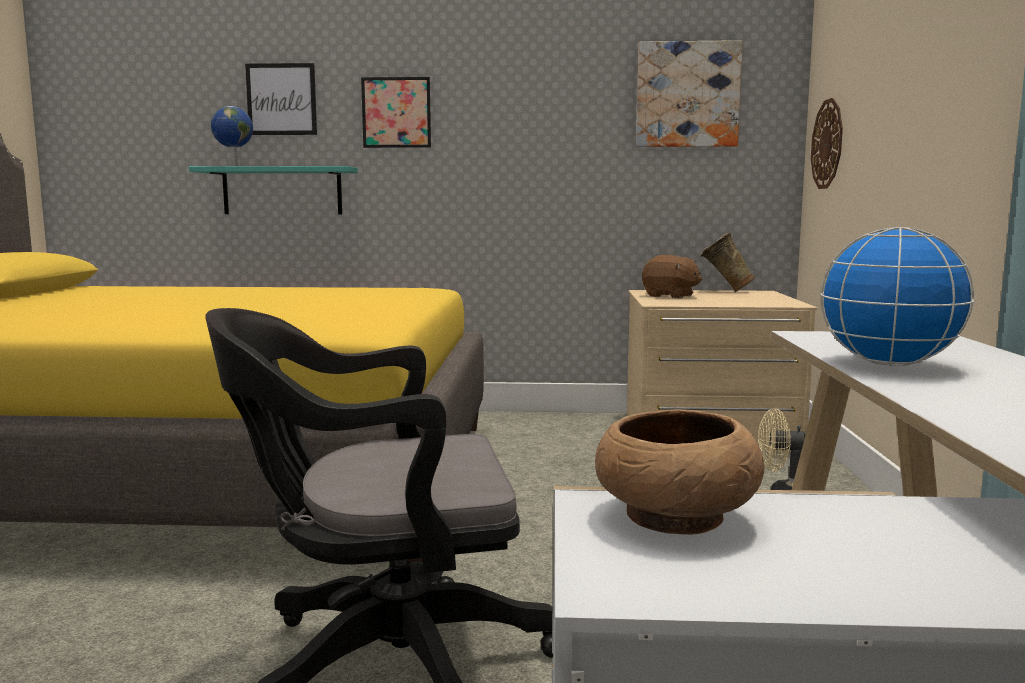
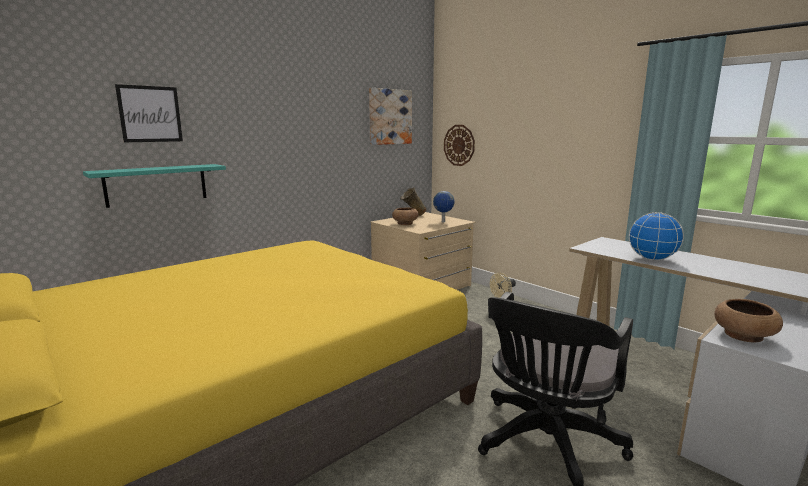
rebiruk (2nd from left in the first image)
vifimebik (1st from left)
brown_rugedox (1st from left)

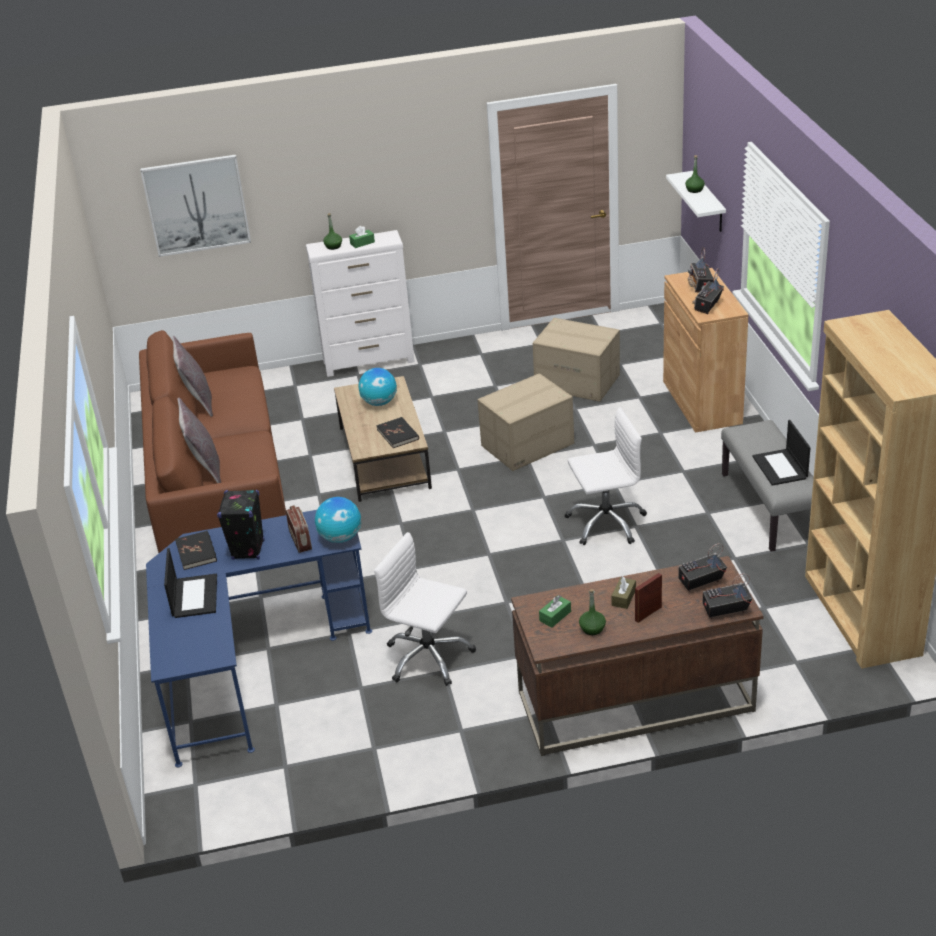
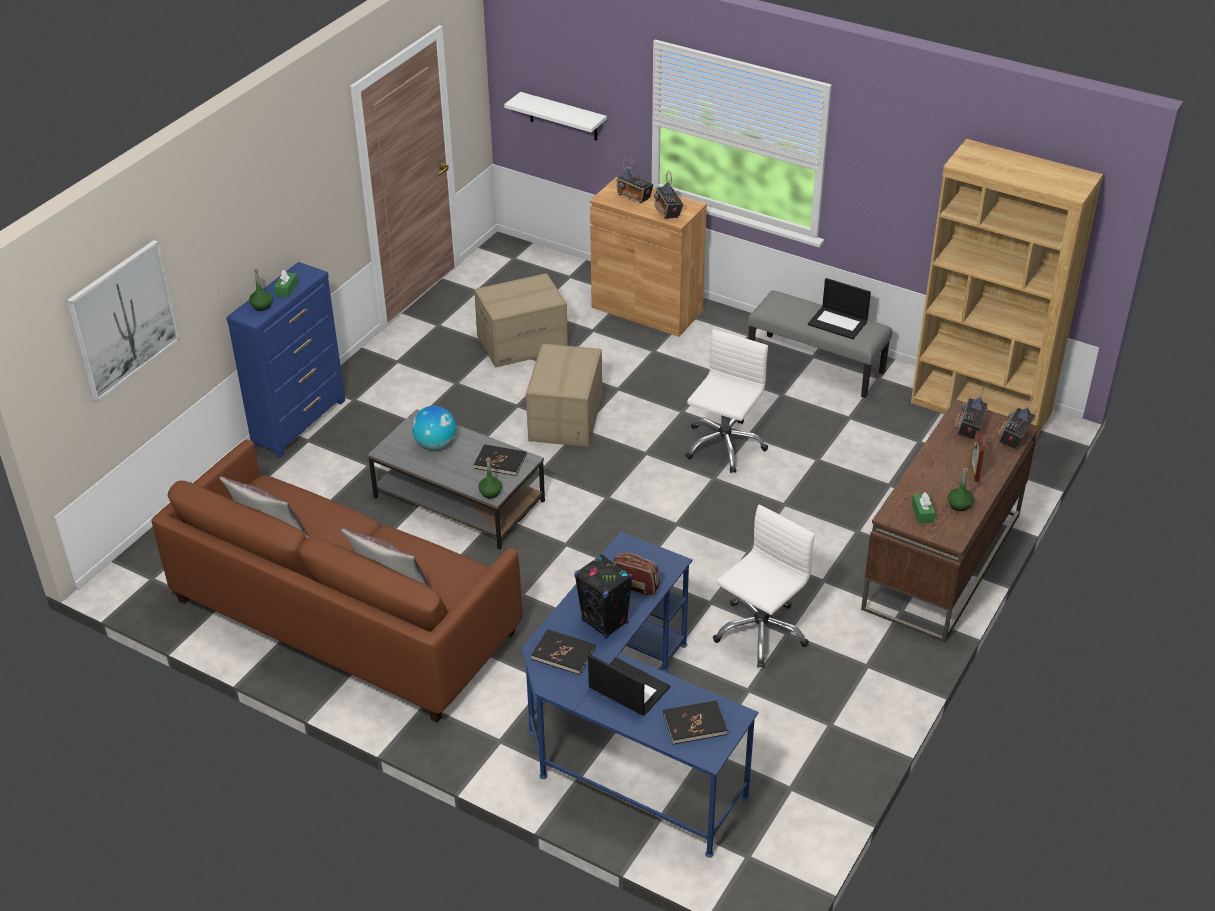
vifimebik (1st from left in the first image)
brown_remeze
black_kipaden (3rd from left)
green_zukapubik (2nd from left)
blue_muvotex
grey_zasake
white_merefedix (2nd from left)

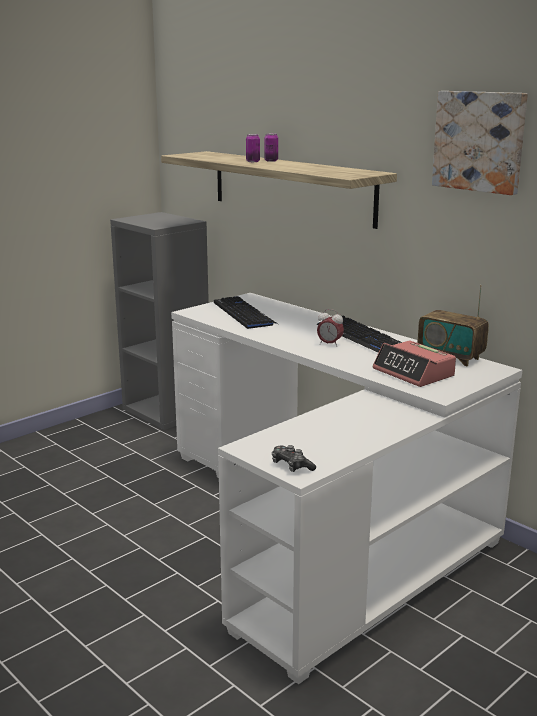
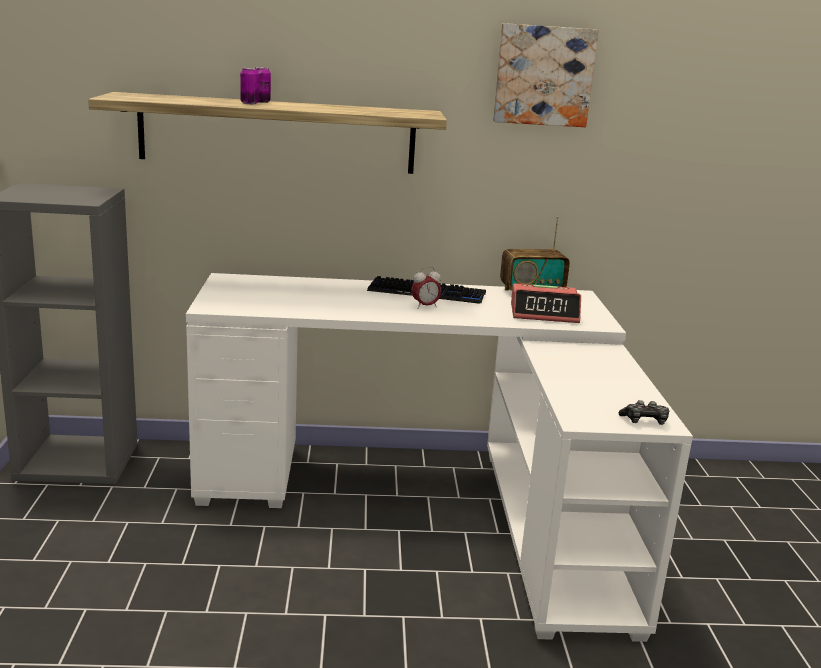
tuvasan (1st from left in the first image)

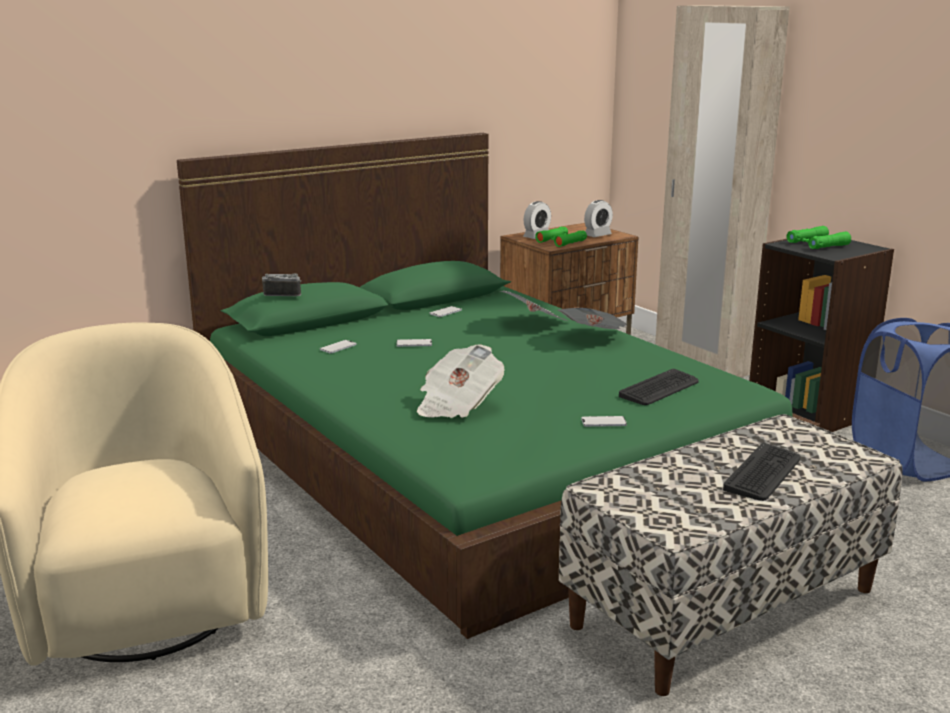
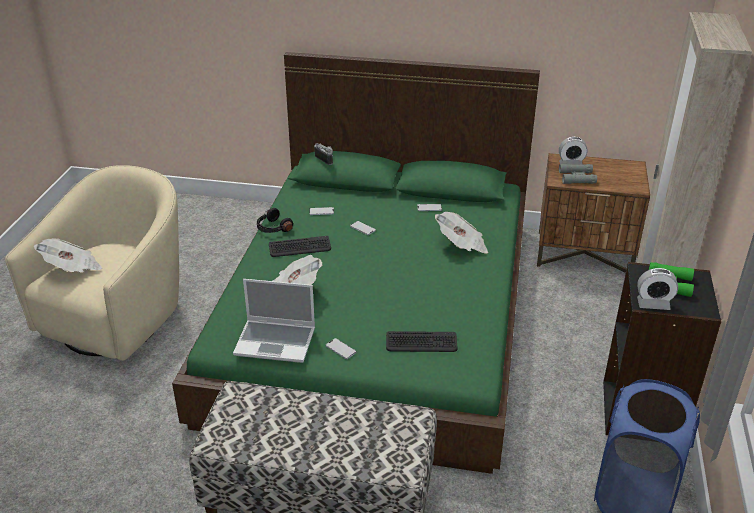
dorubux
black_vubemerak
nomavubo (1st from left)
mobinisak (2nd from left)
tuvasan (1st from left)
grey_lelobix

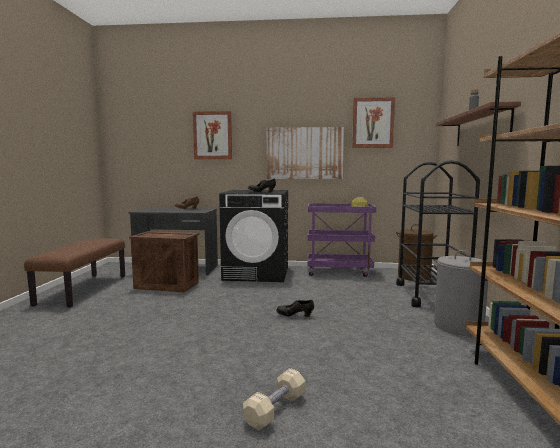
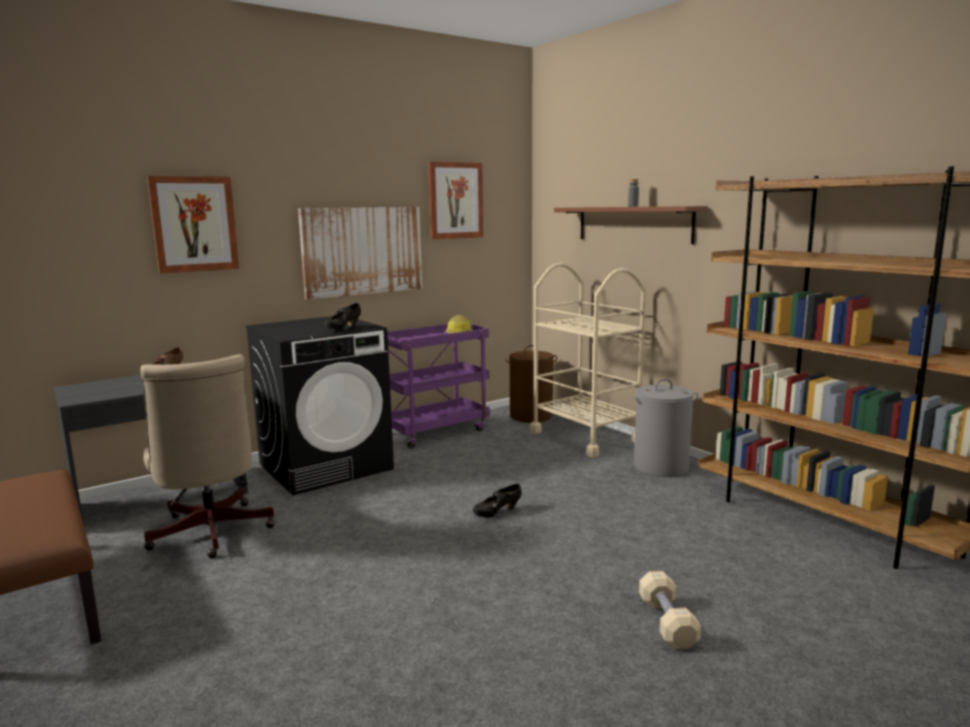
beige_merefedix
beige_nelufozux

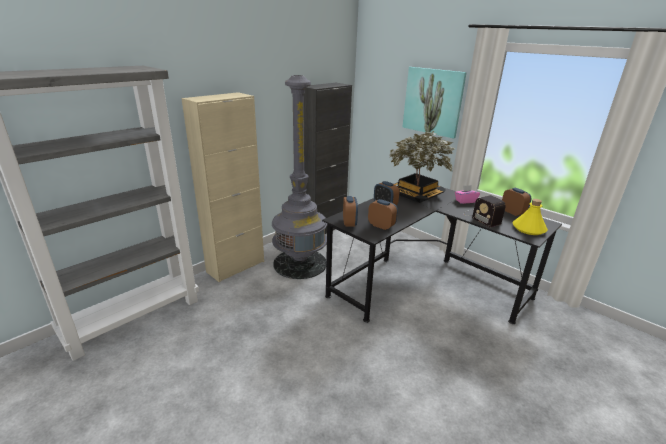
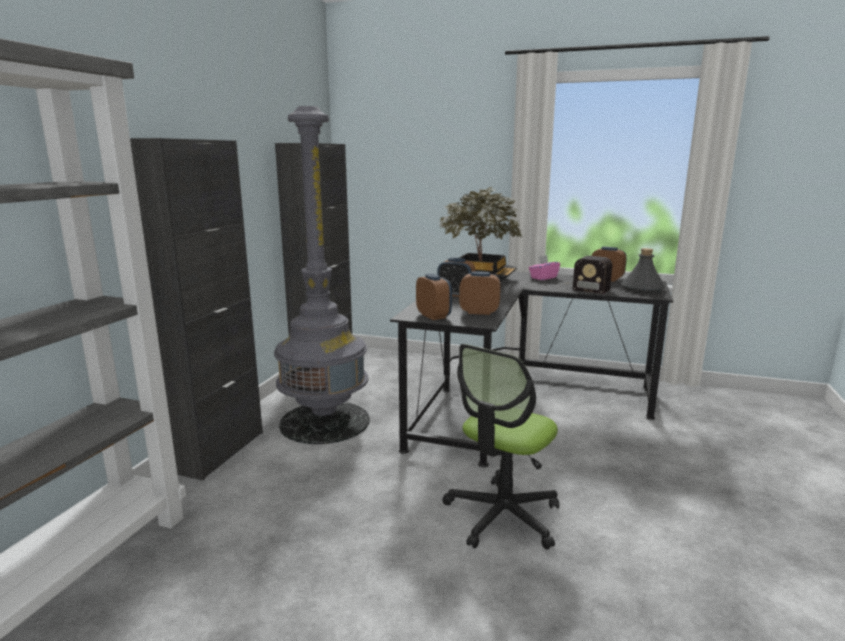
rebiruk
merefedix
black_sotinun (1st from left)
grey_zukapubik

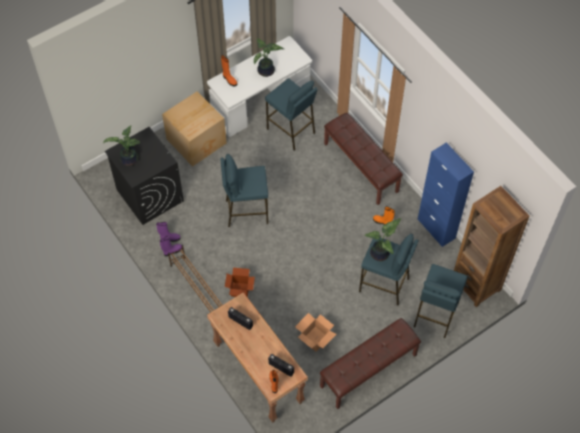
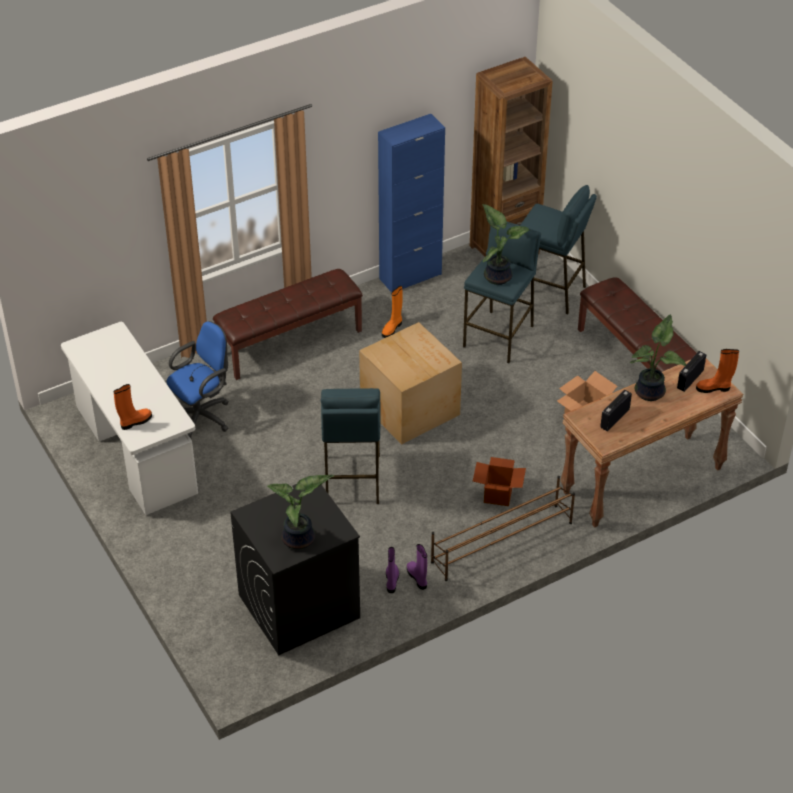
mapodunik (1st from left)
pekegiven (3rd from left)
blue_merefedix

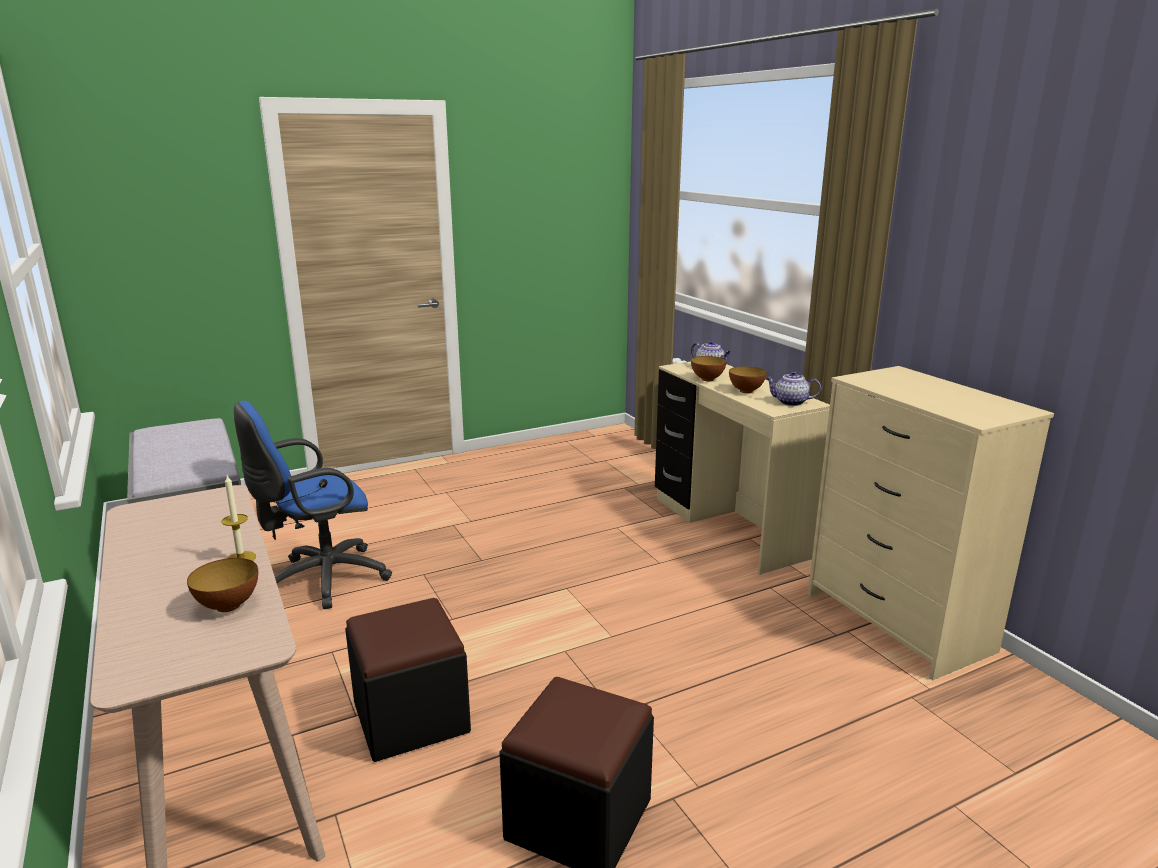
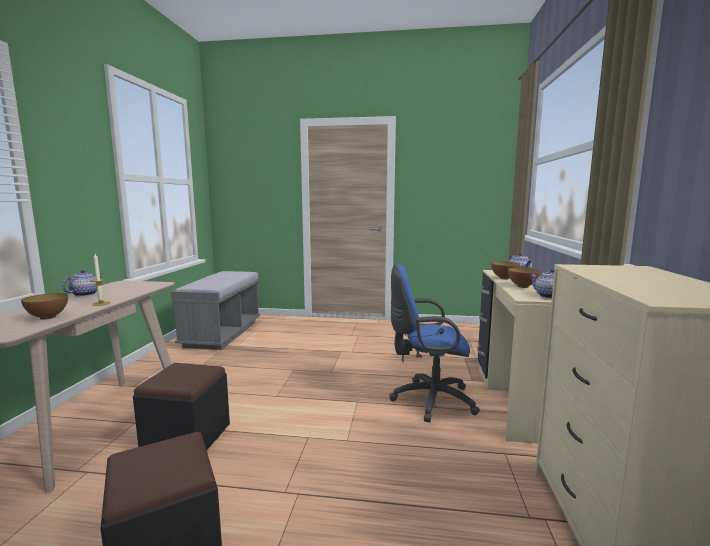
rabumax (1st from left)
blue_merefedix

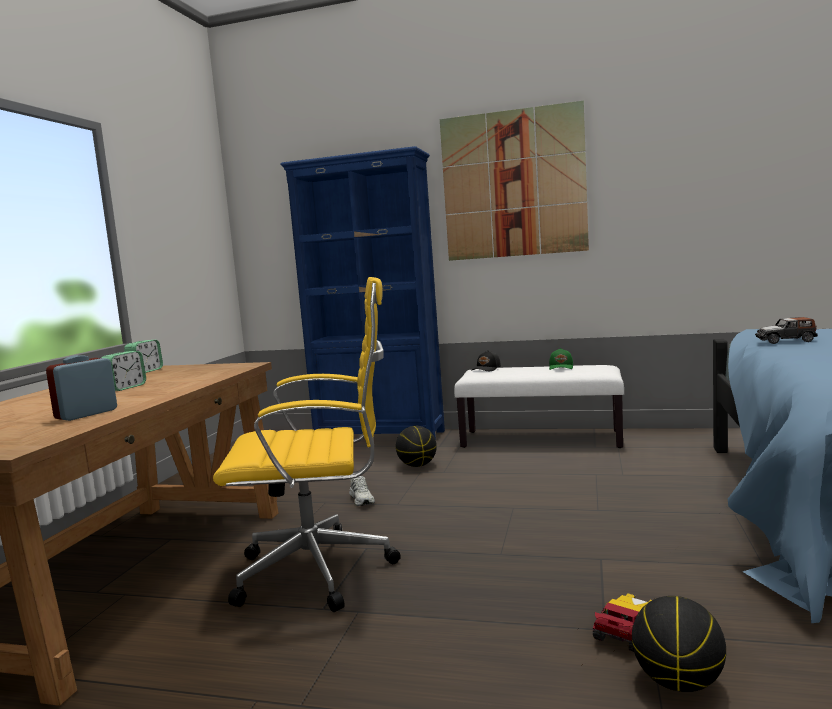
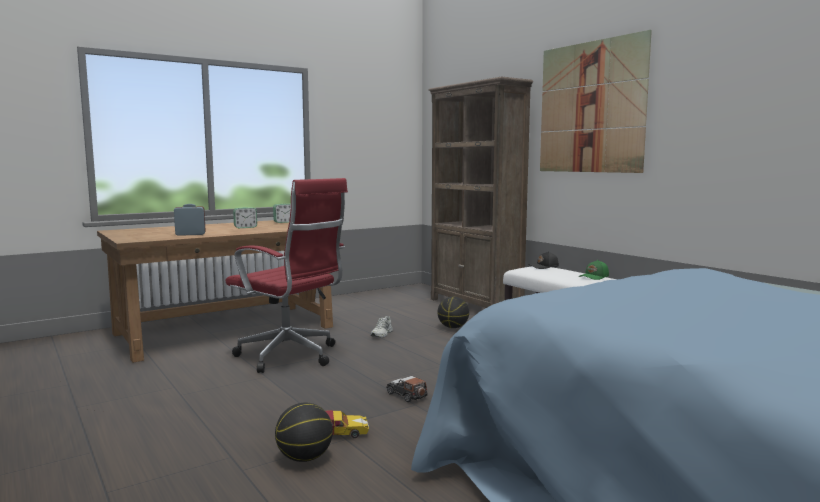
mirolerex (2nd from left)
red_merefedix
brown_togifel

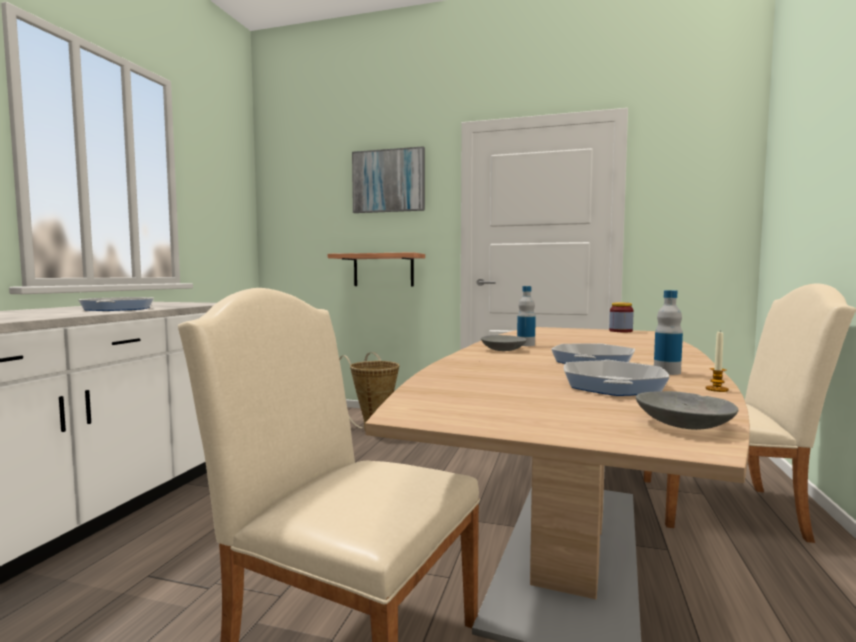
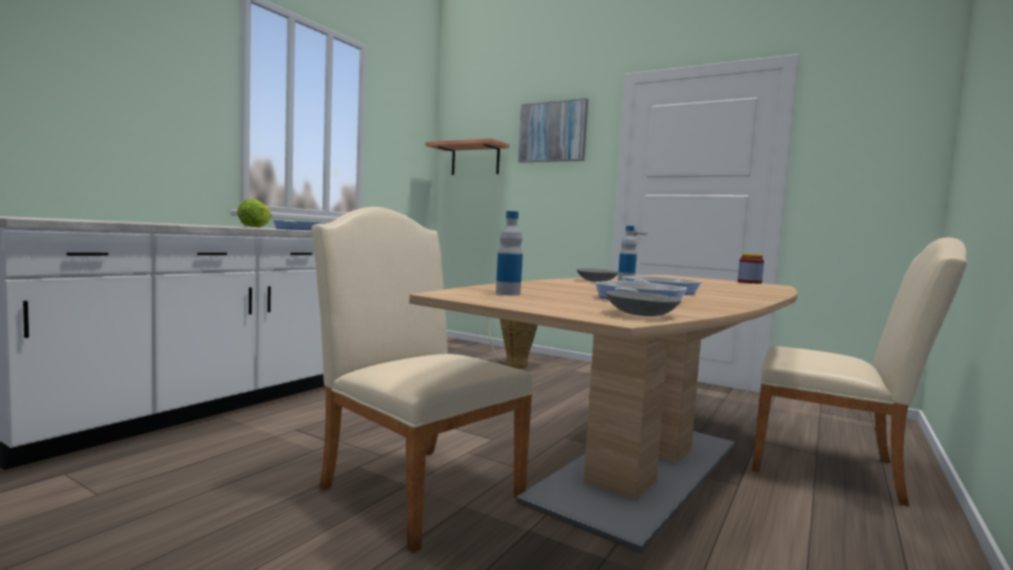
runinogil
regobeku
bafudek
zukapubik (1st from left)

